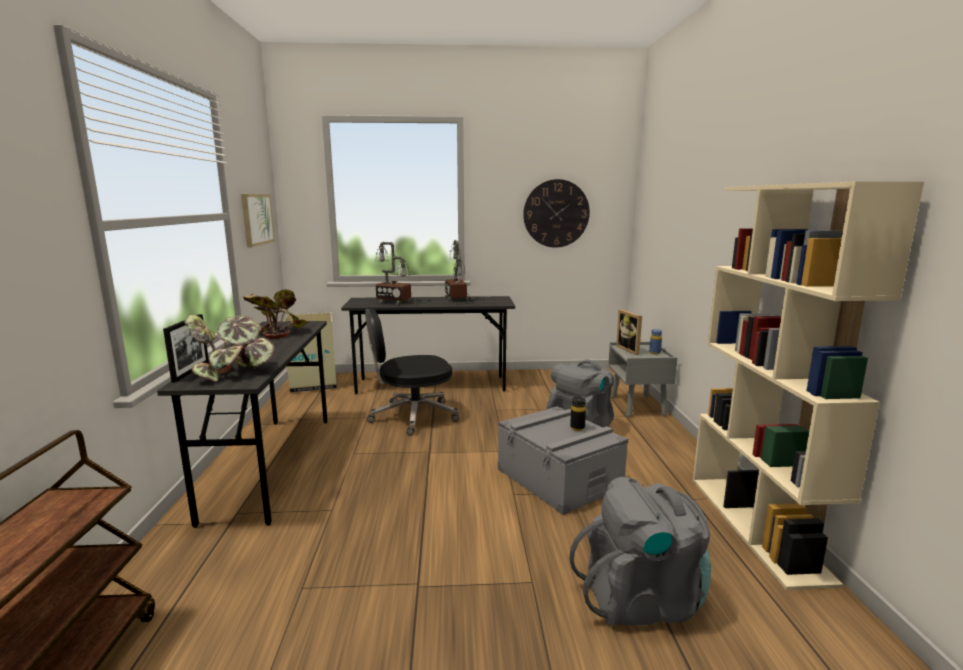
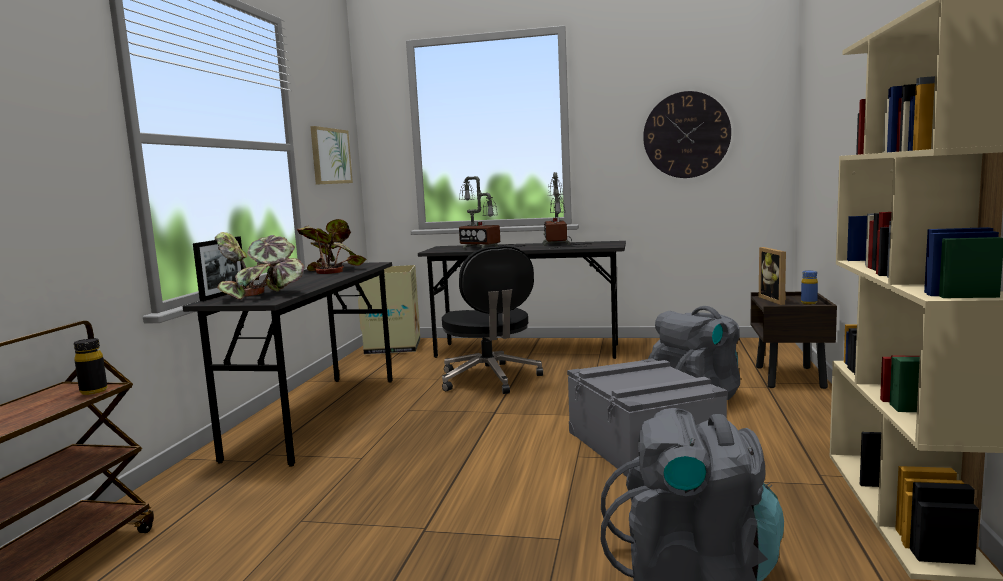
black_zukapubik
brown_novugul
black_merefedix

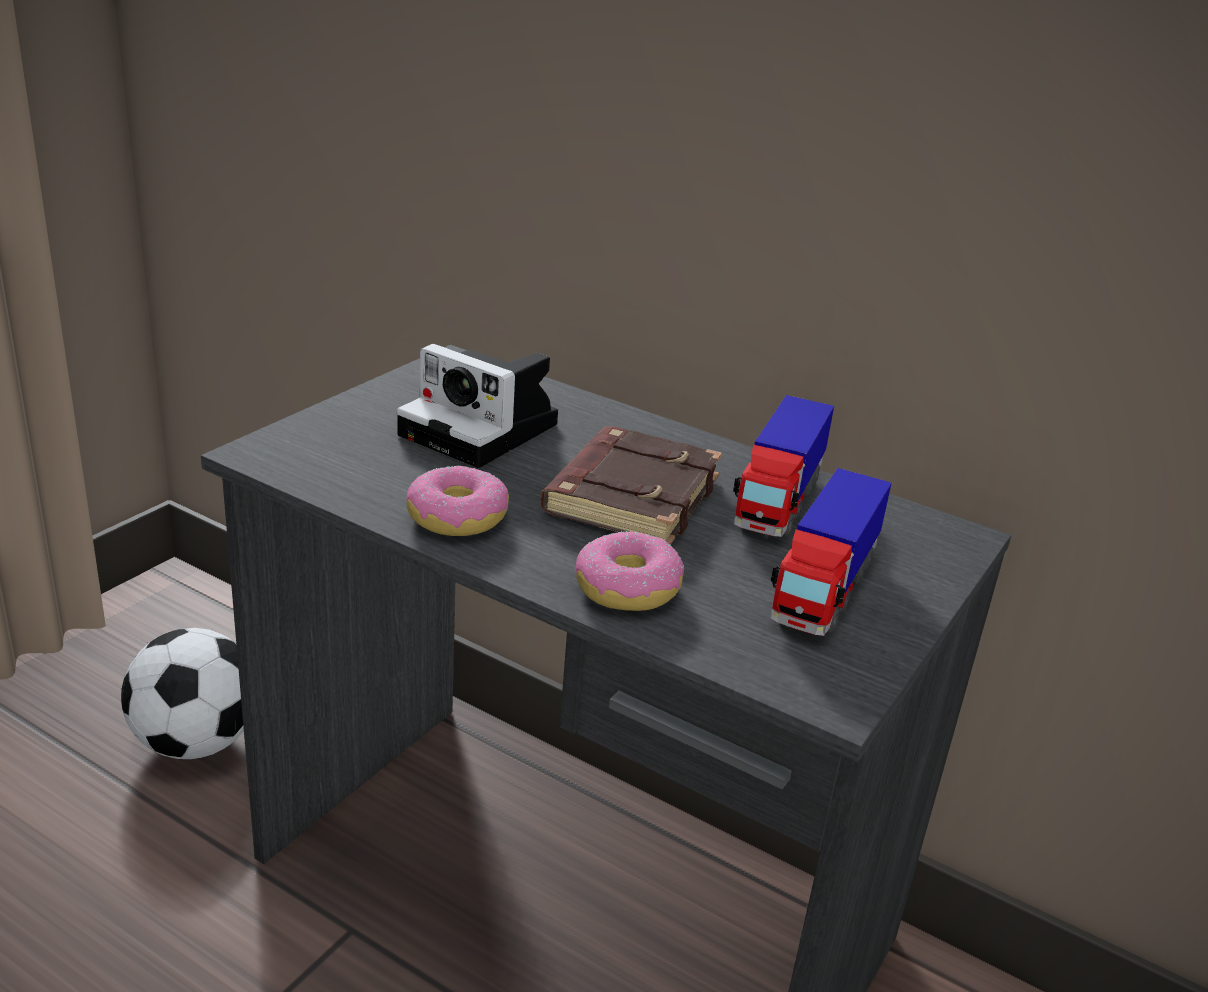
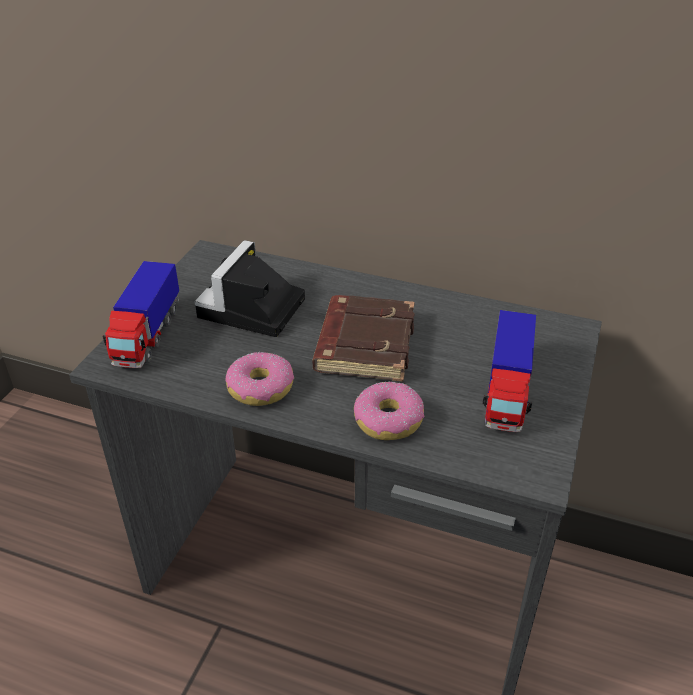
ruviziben
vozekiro (1st from left)
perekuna

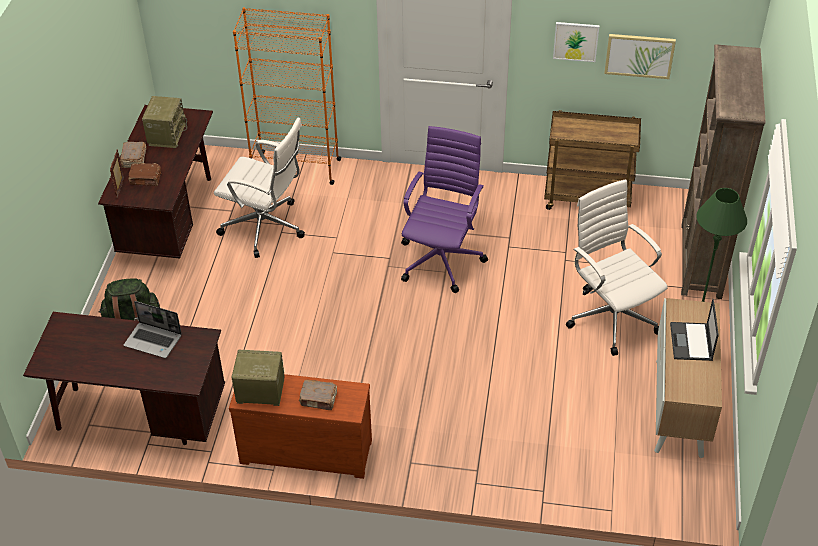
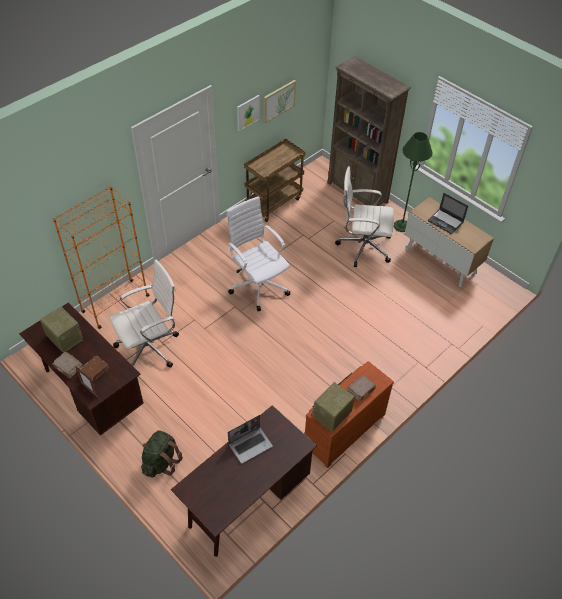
white_merefedix (2nd from left)

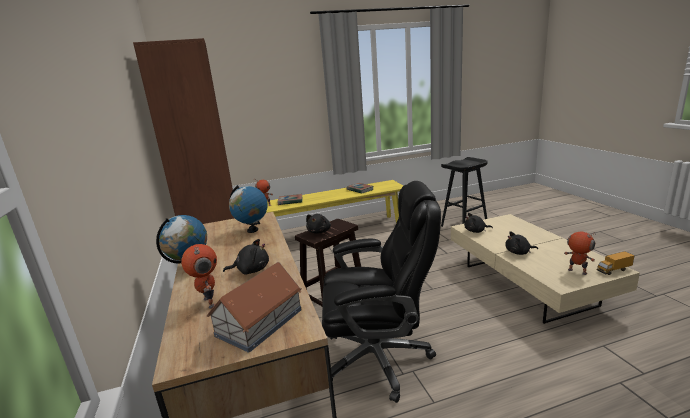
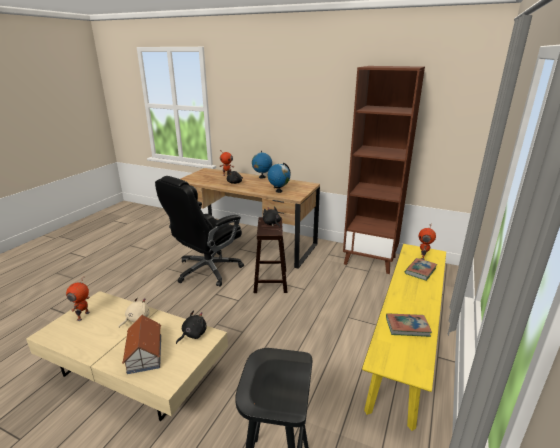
vozekiro
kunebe
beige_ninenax
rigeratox (1st from left)

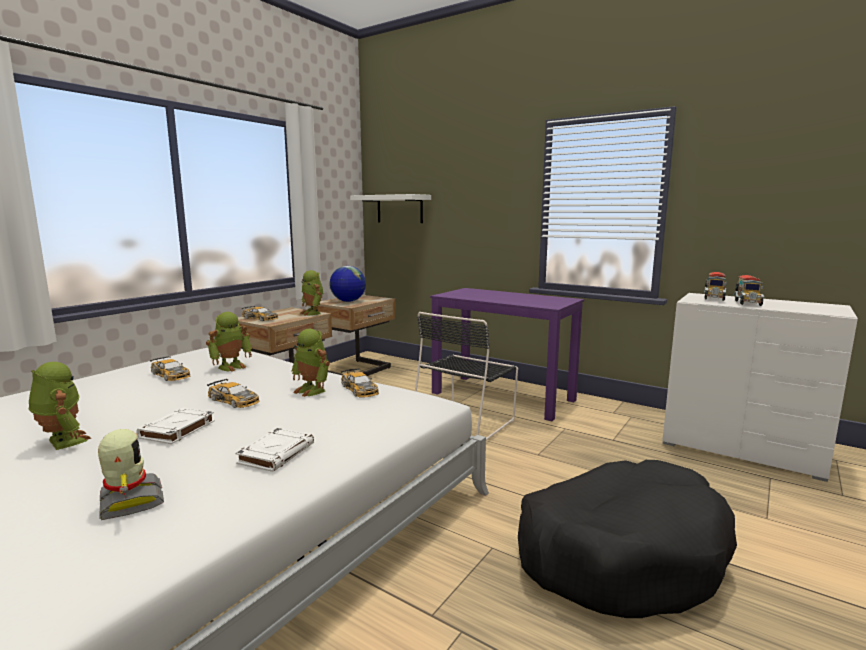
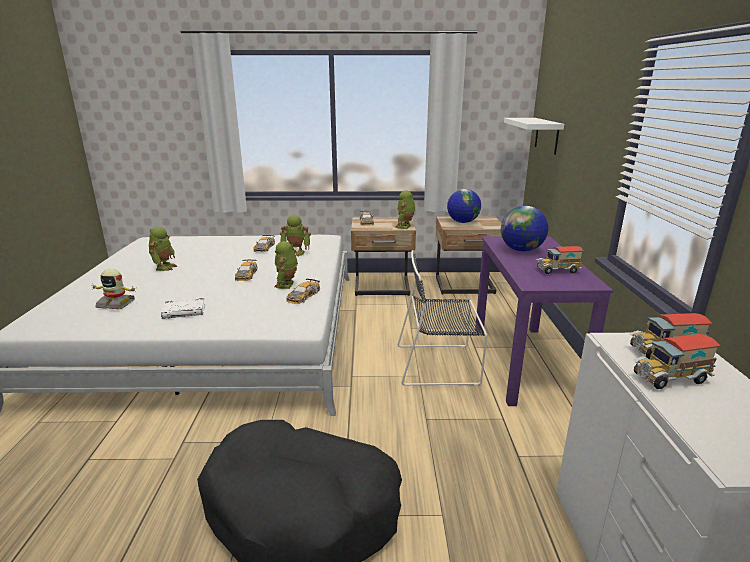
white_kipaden (1st from left in the first image)
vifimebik (2nd from left)
vozekiro (1st from left)
rigeratox (1st from left)

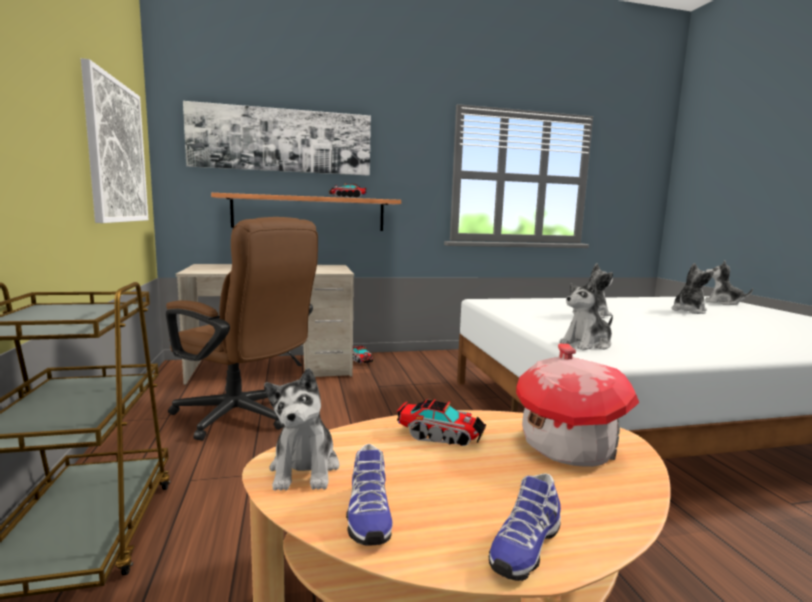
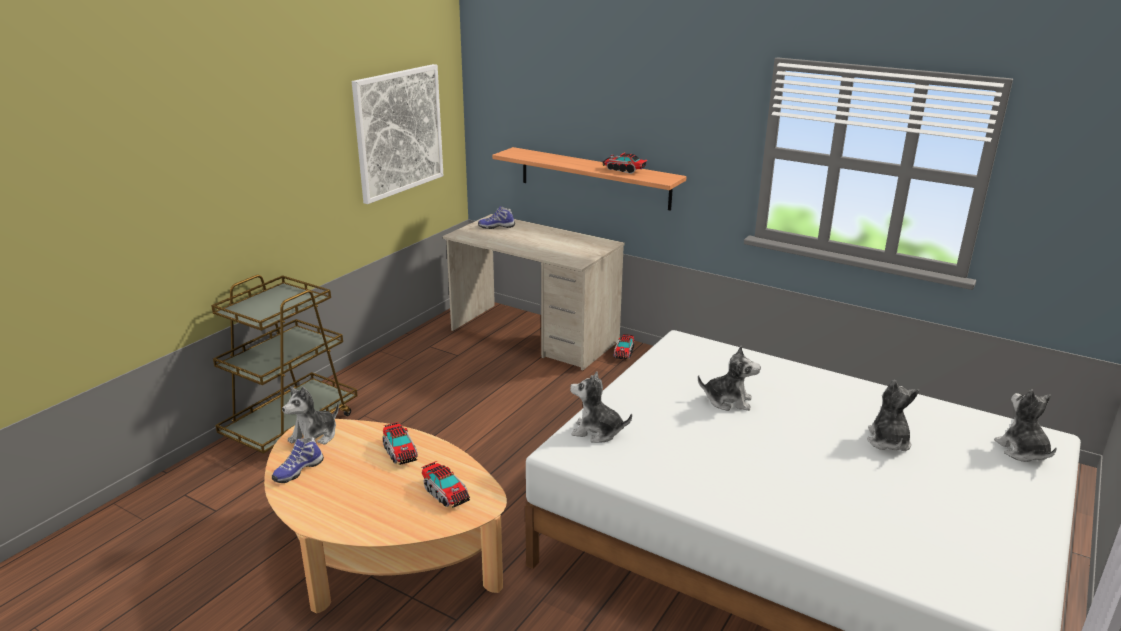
brown_merefedix
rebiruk (2nd from left in the first image)
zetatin (2nd from left)
vozekiro (2nd from left)
ninenax (4th from left)

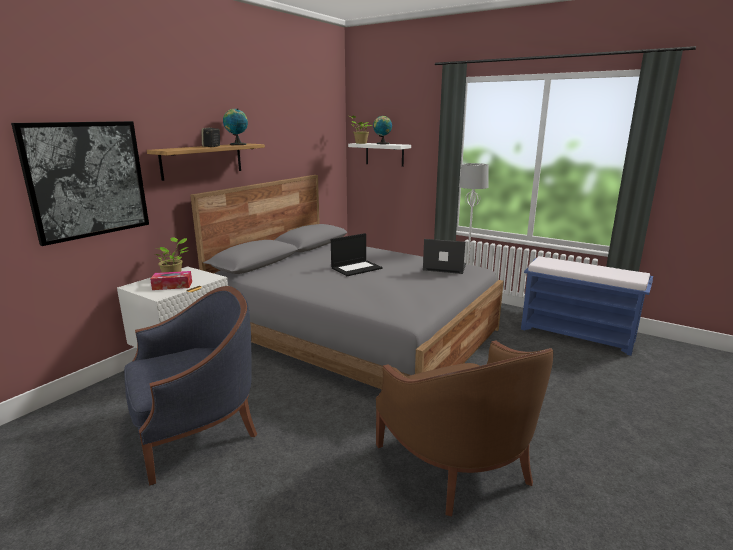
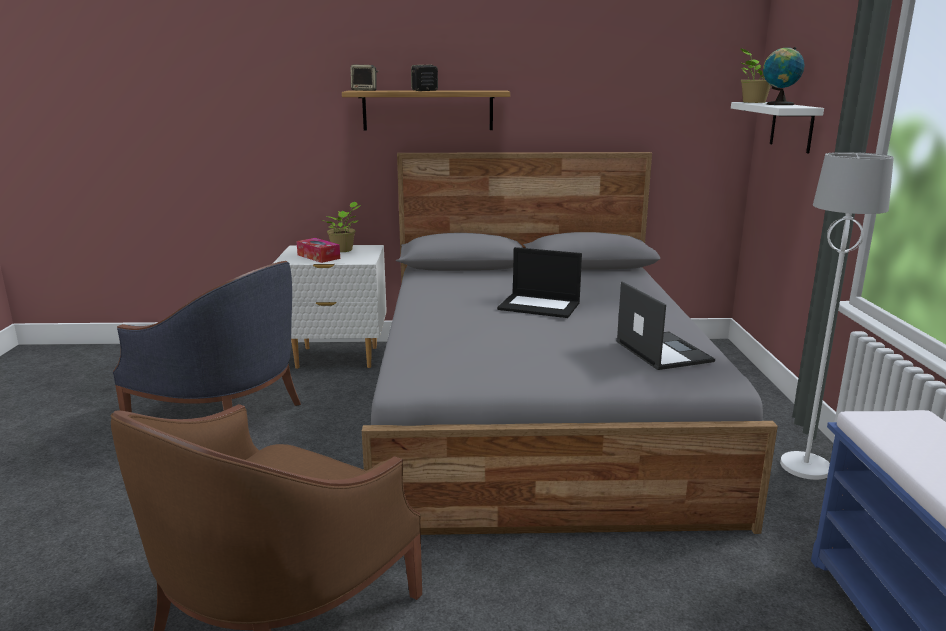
rebiruk
vifimebik (1st from left in the first image)
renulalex (1st from left)

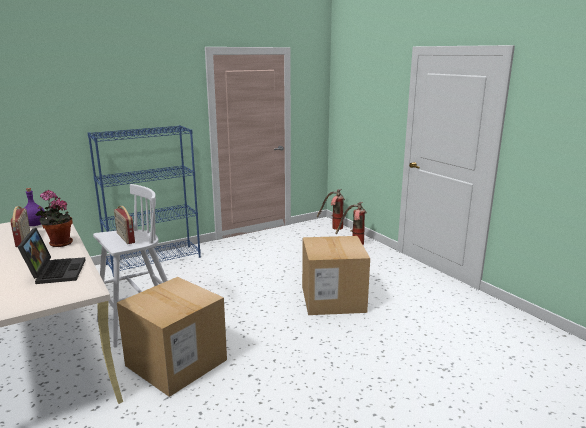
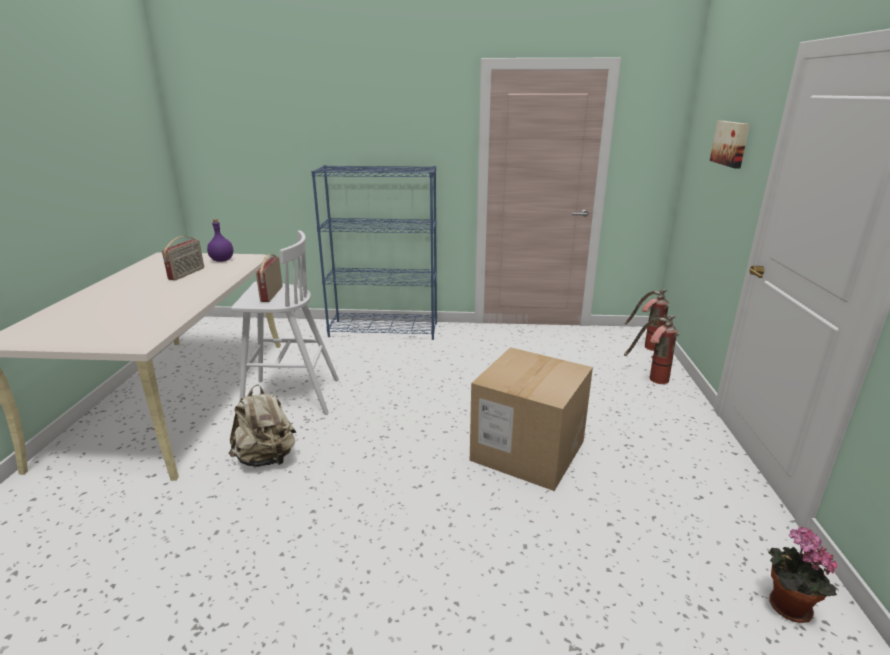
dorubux
rebiruk
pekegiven
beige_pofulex

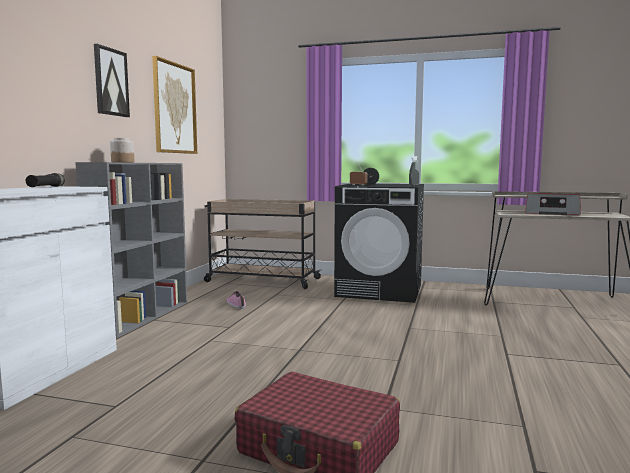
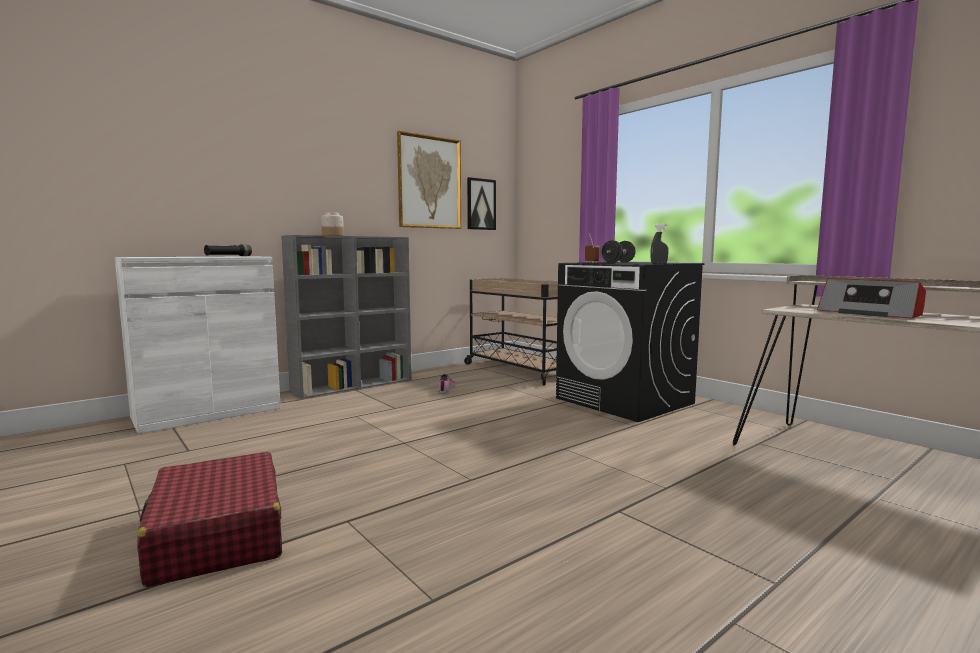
rebiruk (2nd from left)

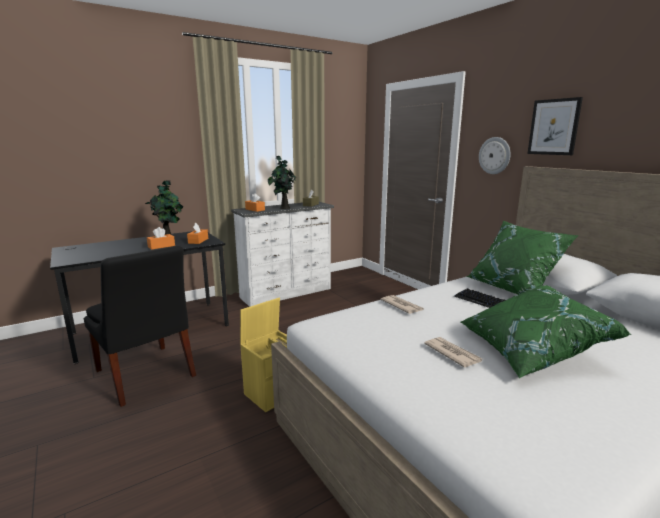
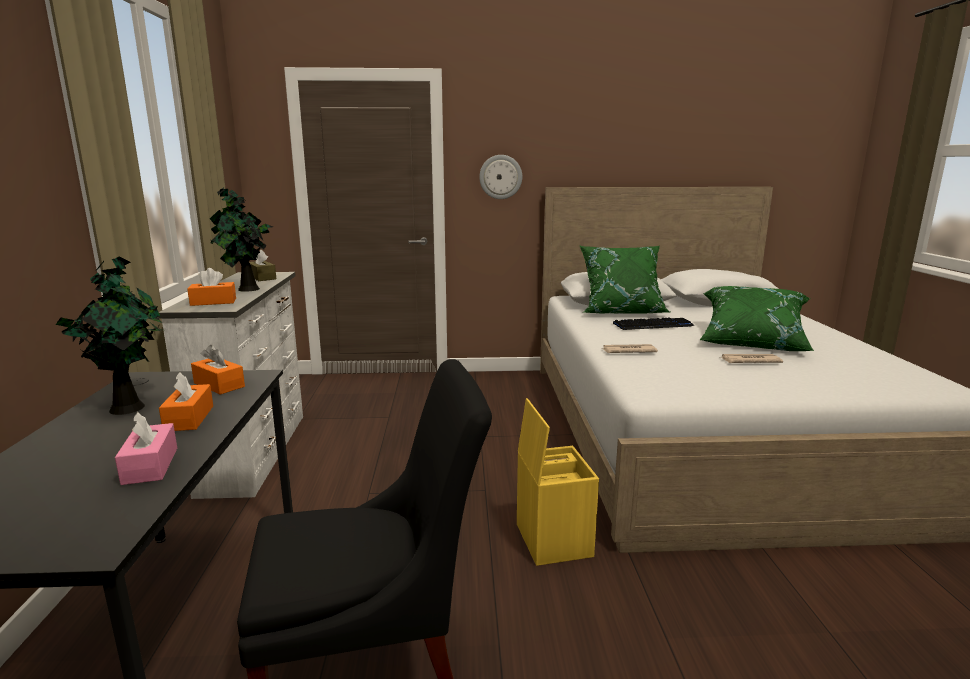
rebiruk
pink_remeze

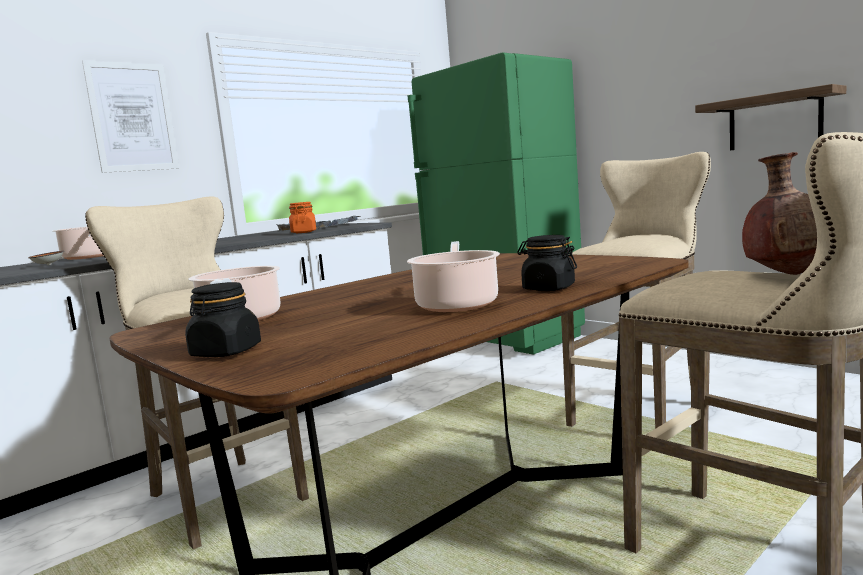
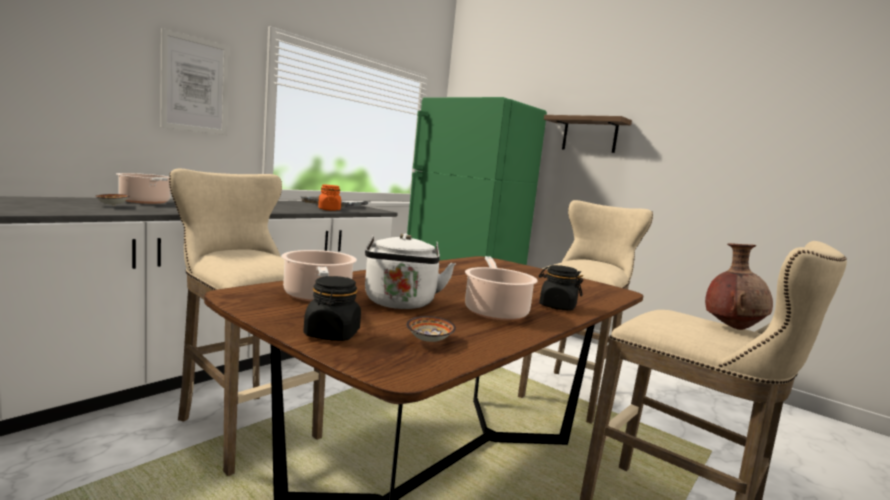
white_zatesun
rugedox (2nd from left)
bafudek

